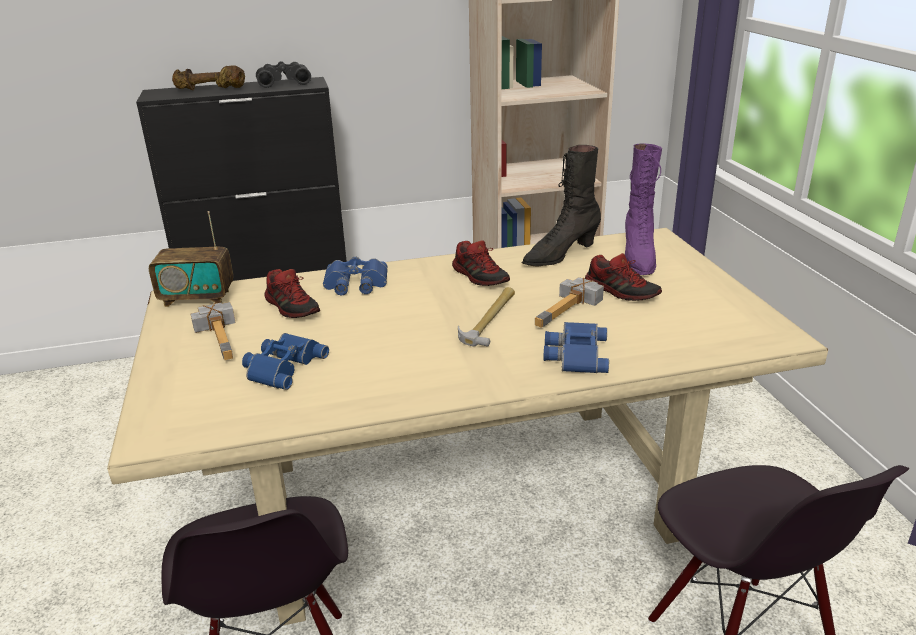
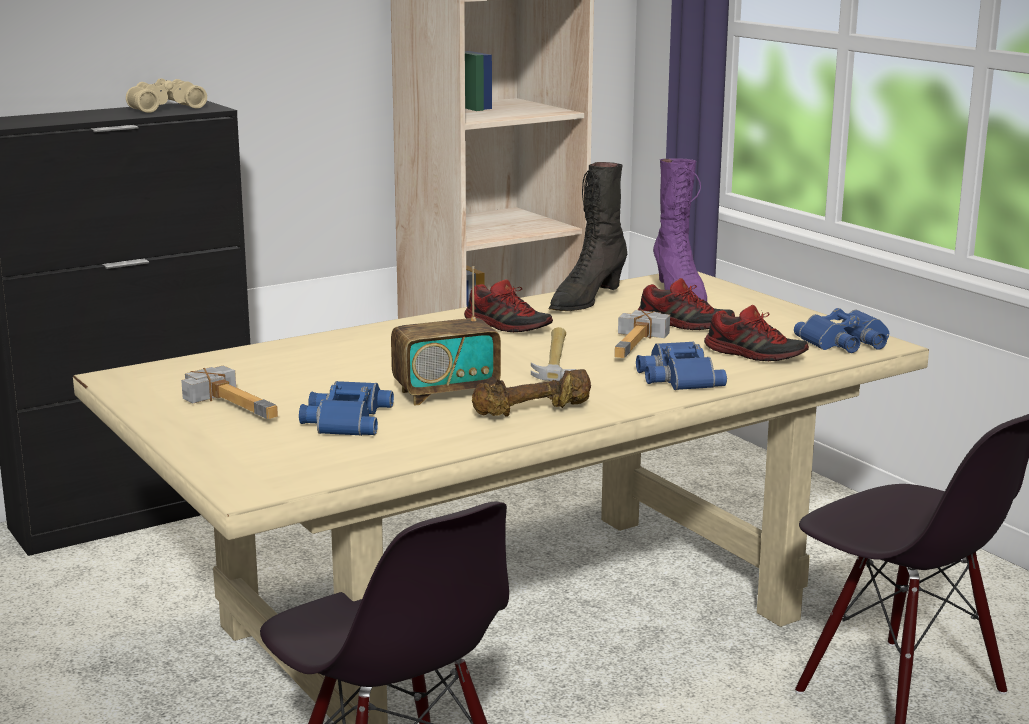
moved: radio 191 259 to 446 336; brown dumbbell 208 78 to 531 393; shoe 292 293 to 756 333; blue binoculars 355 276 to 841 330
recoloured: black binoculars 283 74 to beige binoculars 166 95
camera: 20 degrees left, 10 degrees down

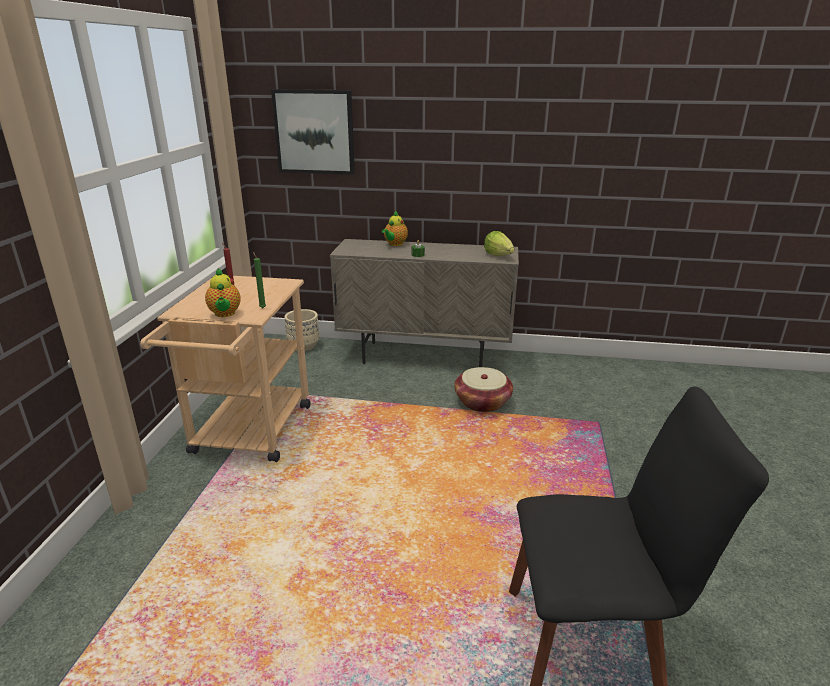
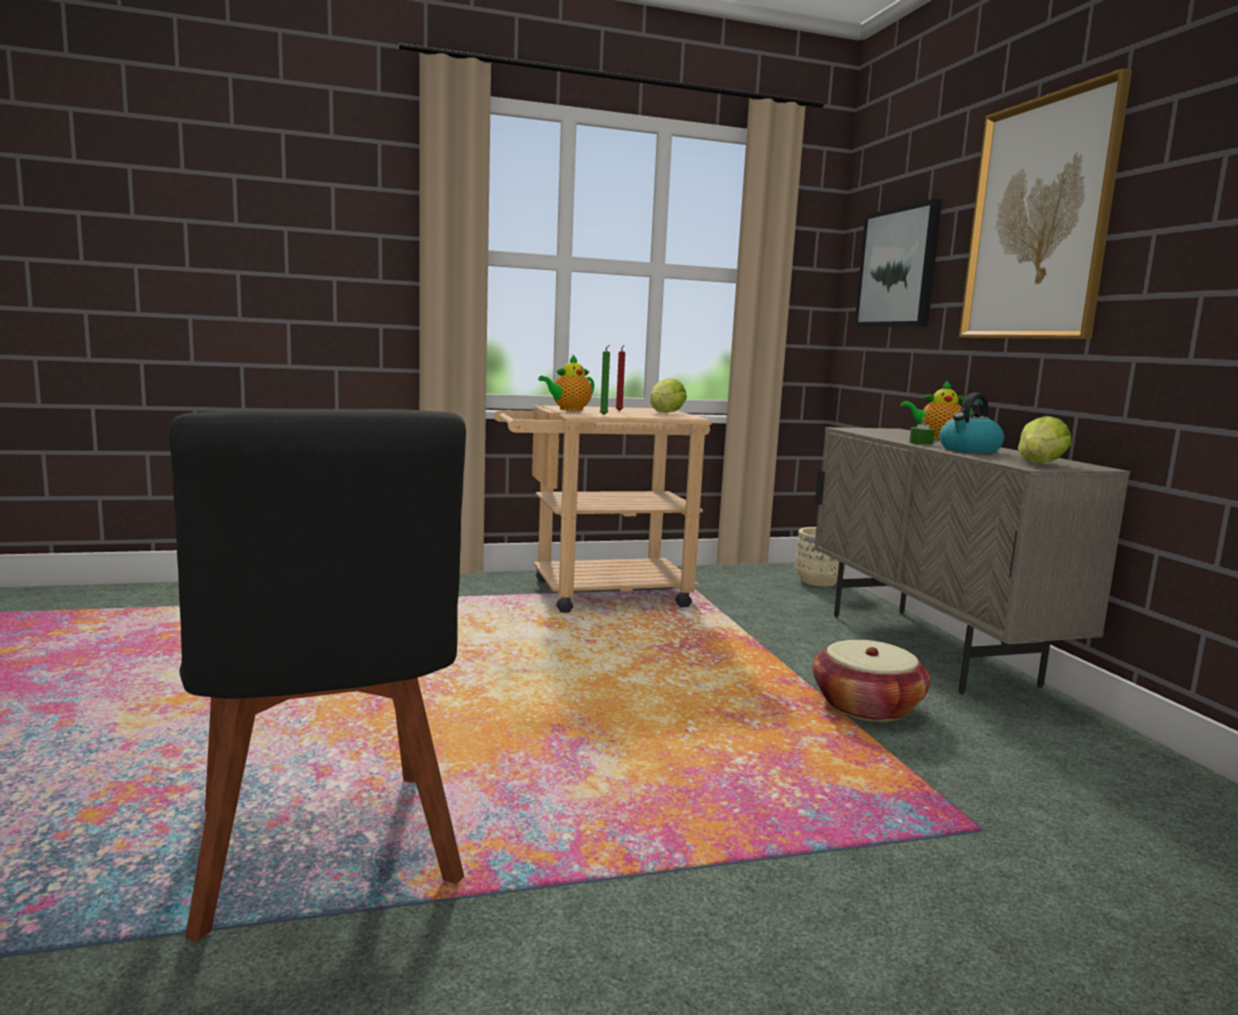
added: lettuce 668 395; kettle 971 423; picture 1045 203
camera: 65 degrees right, 15 degrees down

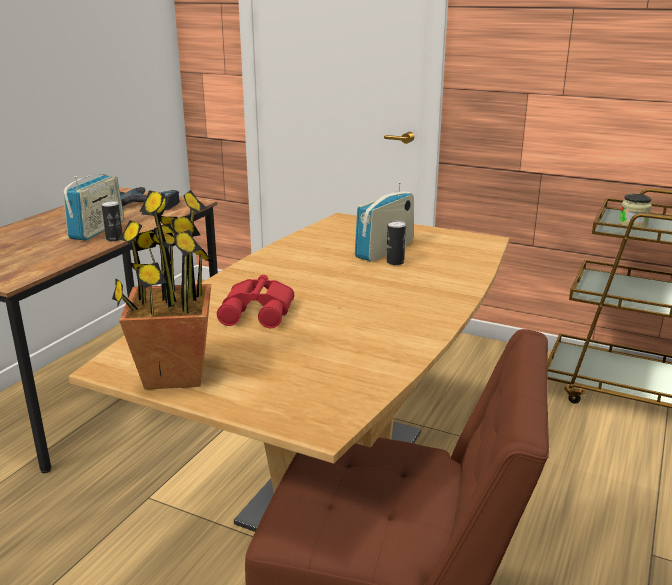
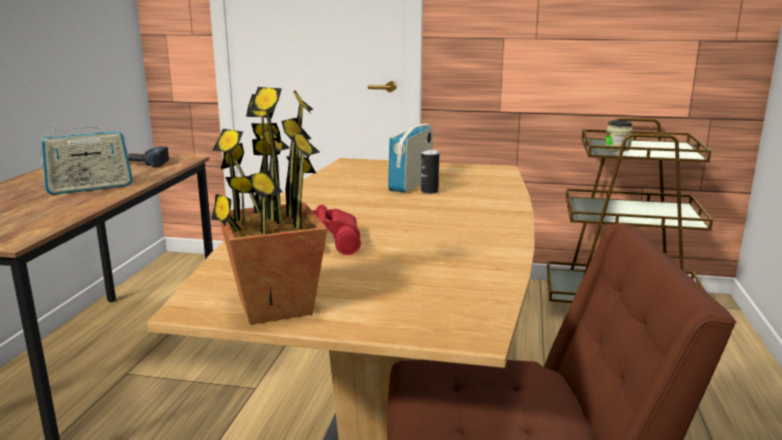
removed: can 111 221
turned: radio 93 207 = 86 159 60 degrees clockwise
camera: 15 degrees left, 5 degrees down

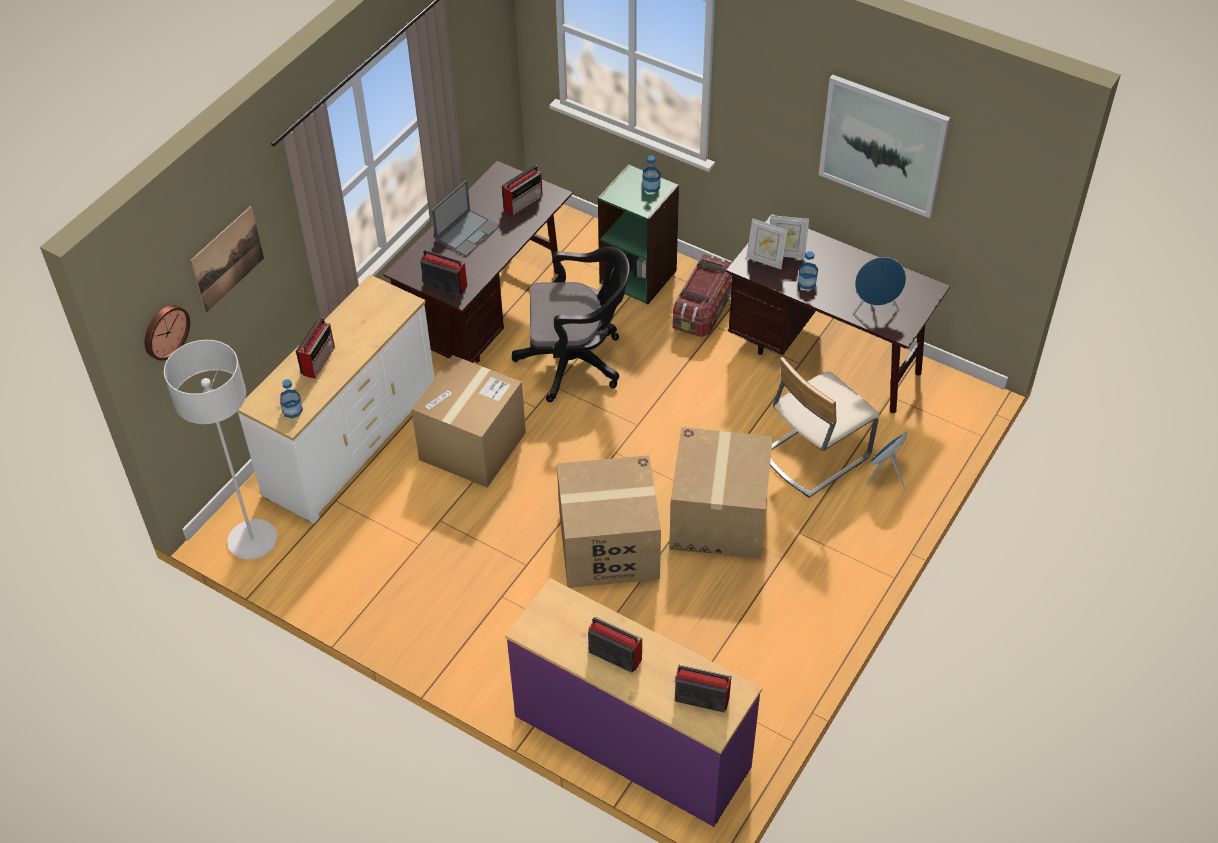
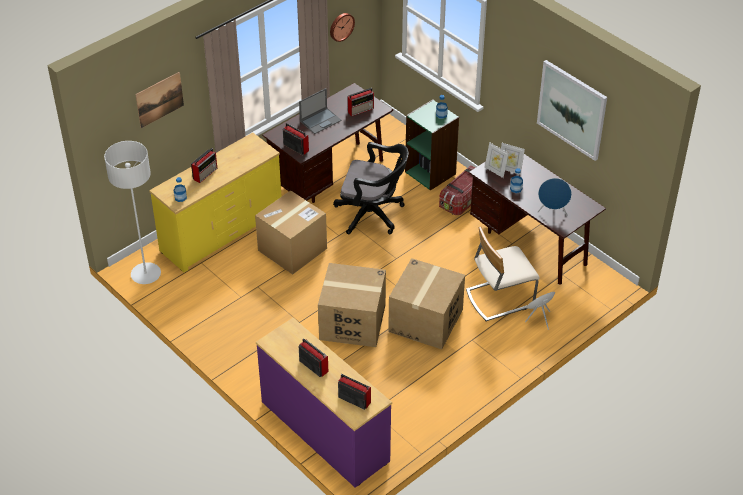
moved: wall clock 167 333 to 342 27
recoloured: white dresser 336 399 to yellow dresser 215 202
camera: 15 degrees right, 5 degrees down

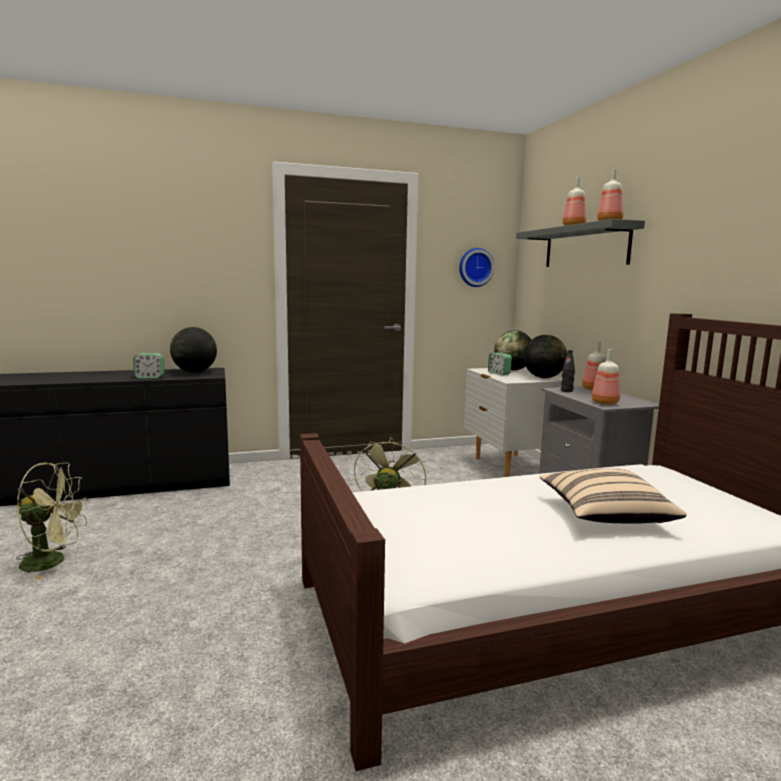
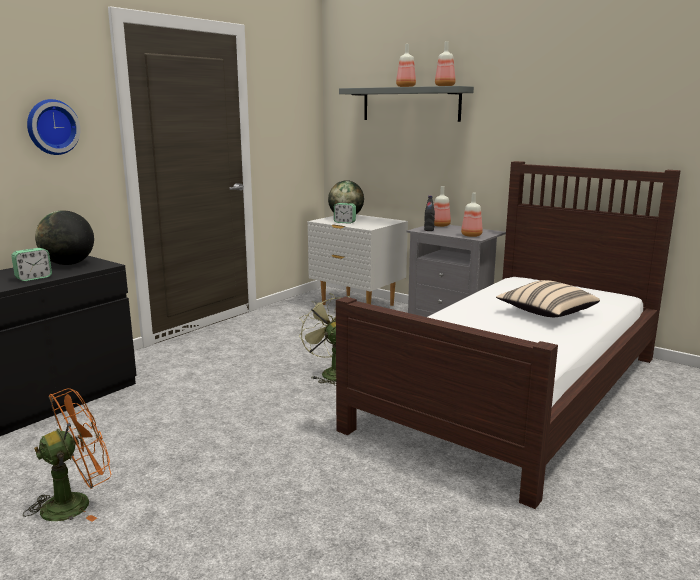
removed: globe 545 356
moved: wall clock 476 267 to 53 127
recoloured: green fan 52 521 to orange fan 67 455
camera: 35 degrees left, 5 degrees up

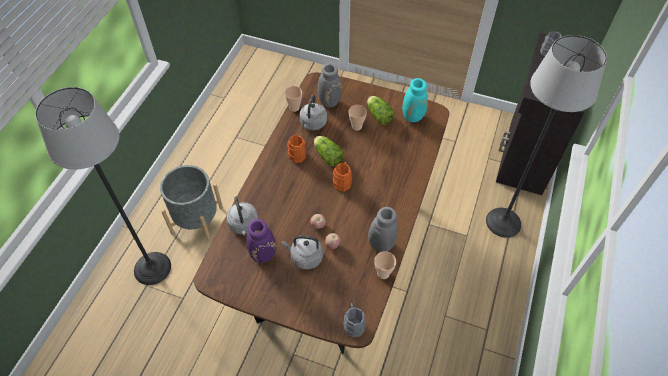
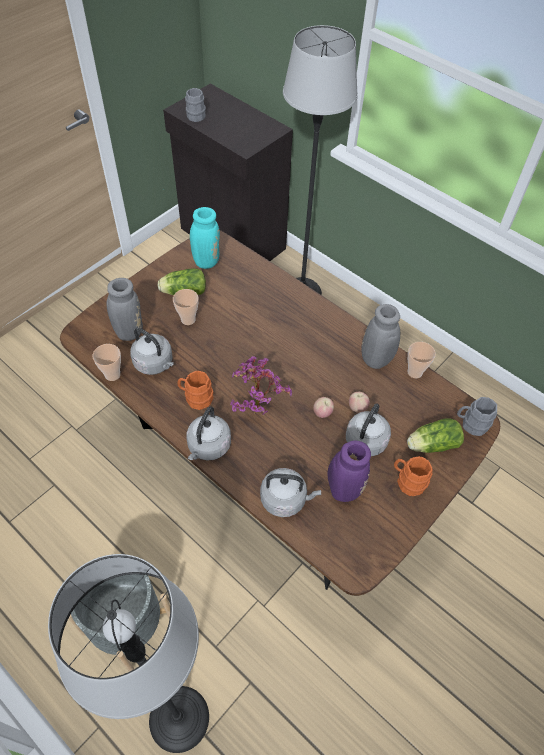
added: grey kettle 208 433; potted plant 261 385
moved: lettuce 329 151 to 435 435; orange mug 342 177 to 413 476
camera: 70 degrees left, 0 degrees up

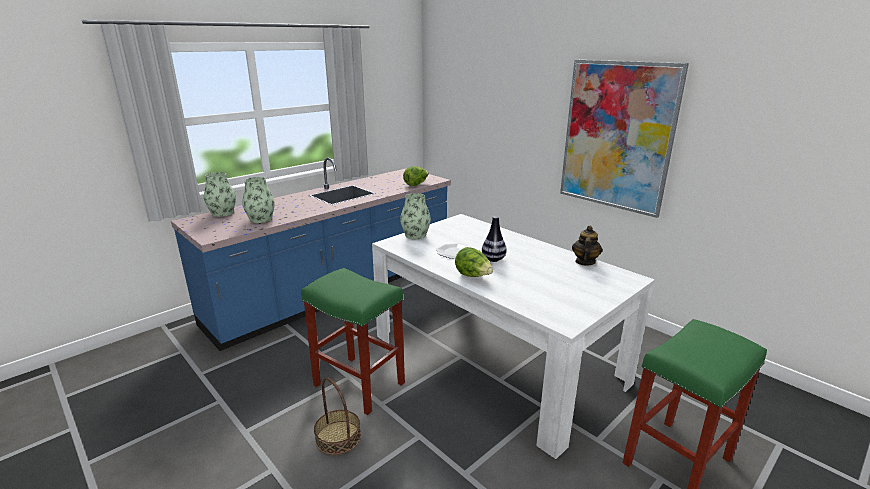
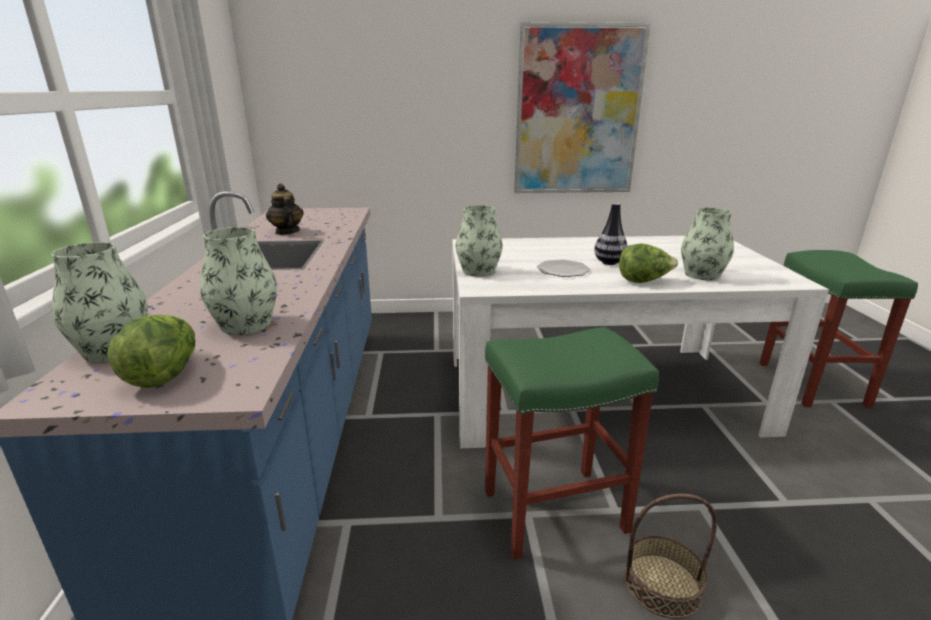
added: vase 707 243
moved: lettuce 416 176 to 151 351; teapot 587 246 to 285 209
camera: 50 degrees left, 0 degrees up

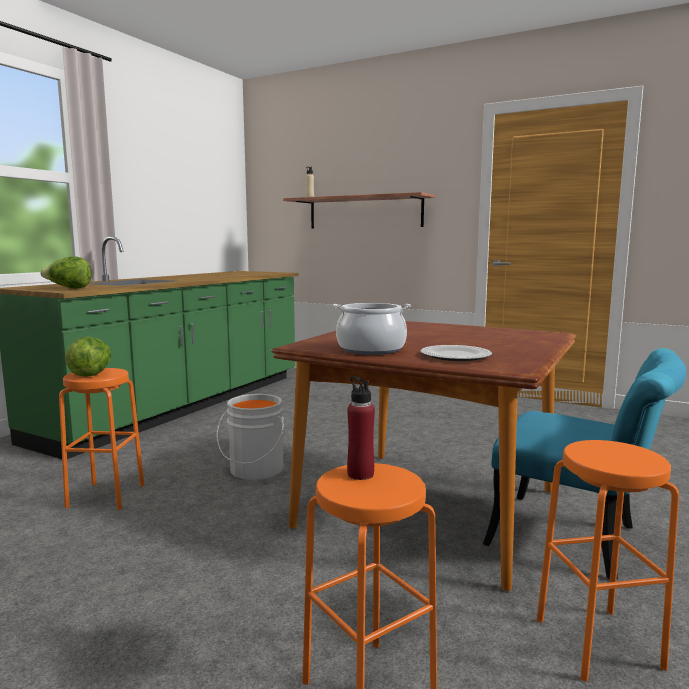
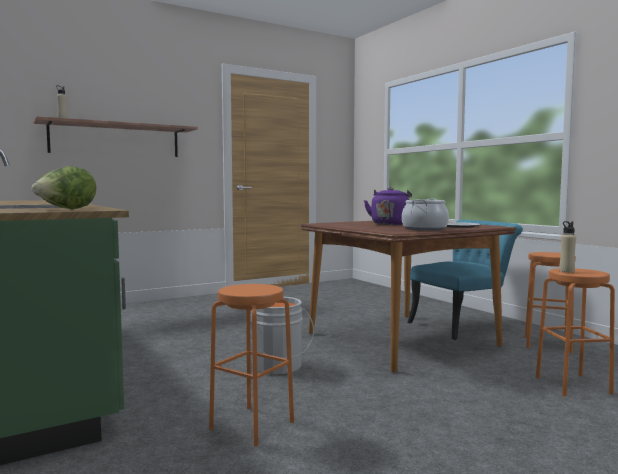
removed: lettuce 88 357
added: purple kettle 388 206
recoloured: red bottle 361 428 to beige bottle 567 247
camera: 60 degrees left, 5 degrees down

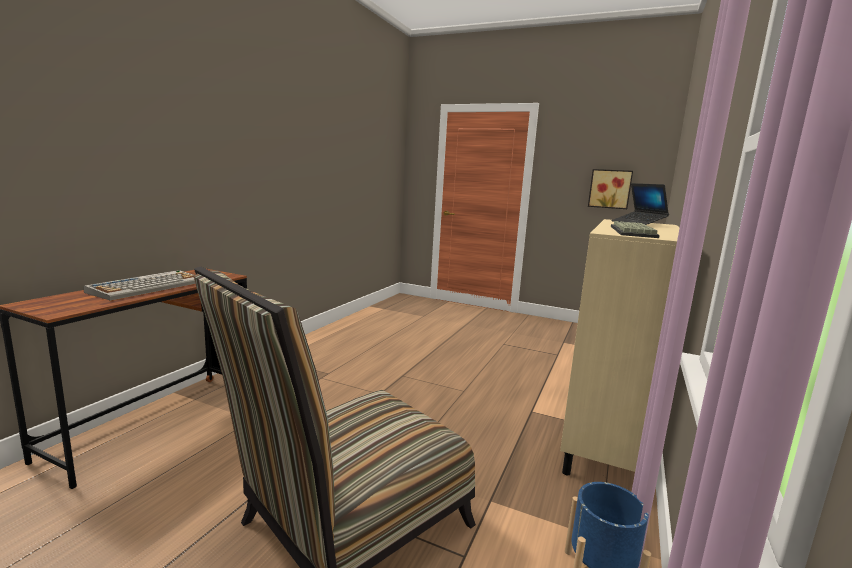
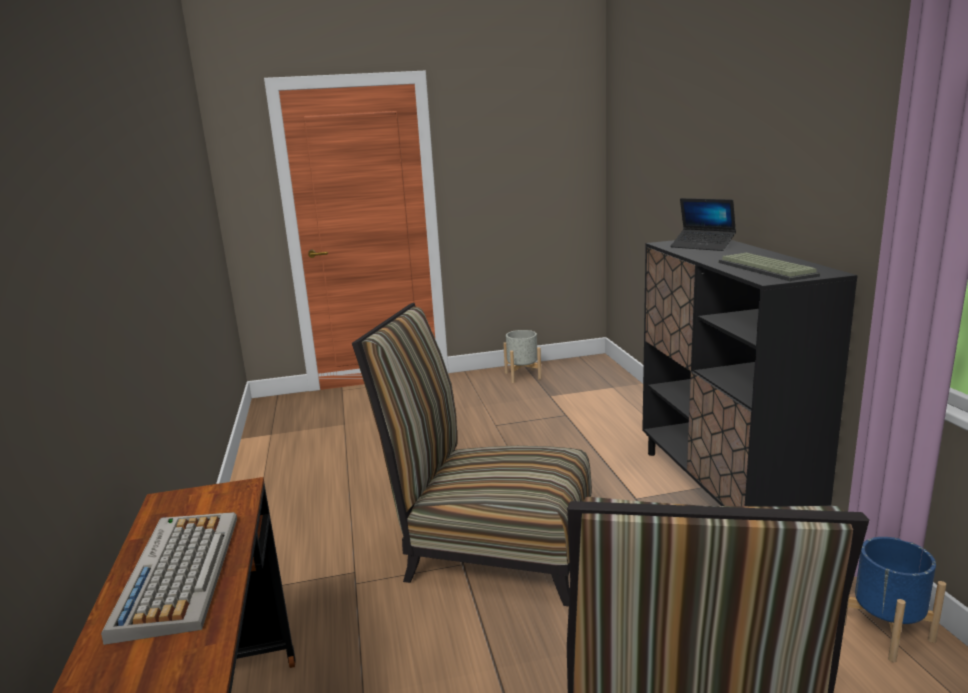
removed: picture 610 189
added: chair 472 455; grey planter 522 356
recoloured: beige cabinet 619 347 to black cabinet 750 373
camera: 35 degrees left, 5 degrees up

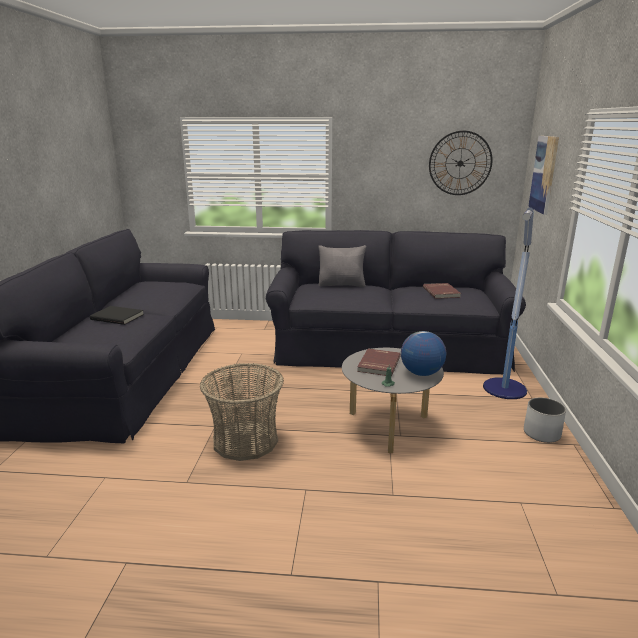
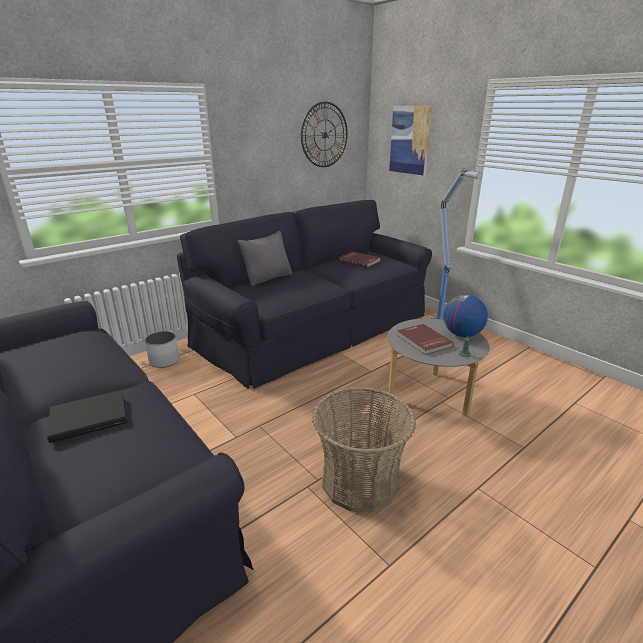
moved: white planter 545 420 to 162 349
camera: 45 degrees left, 5 degrees up

